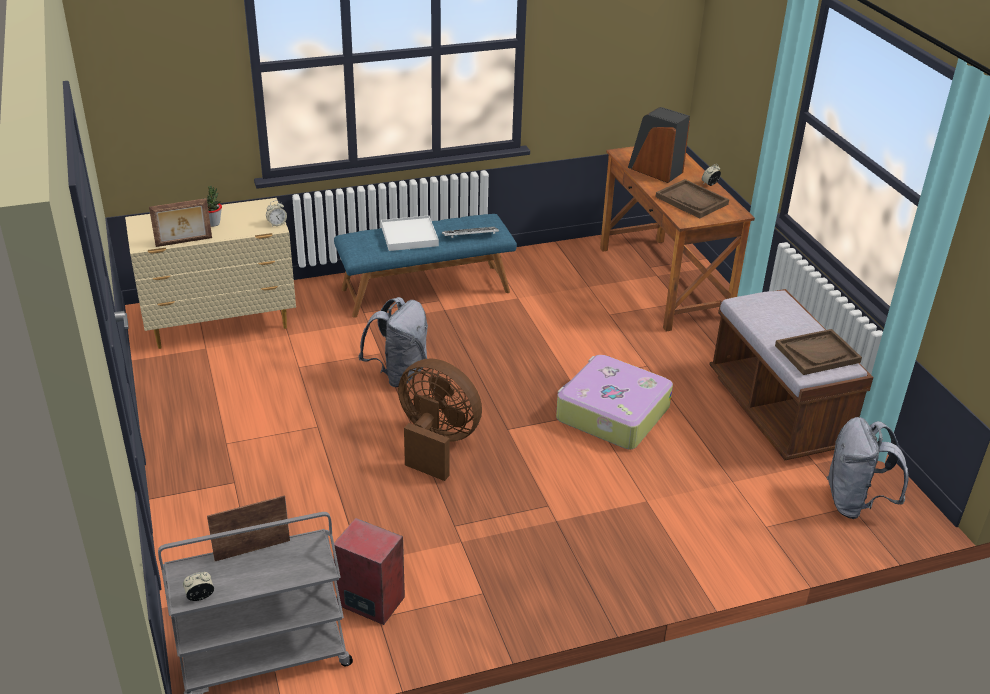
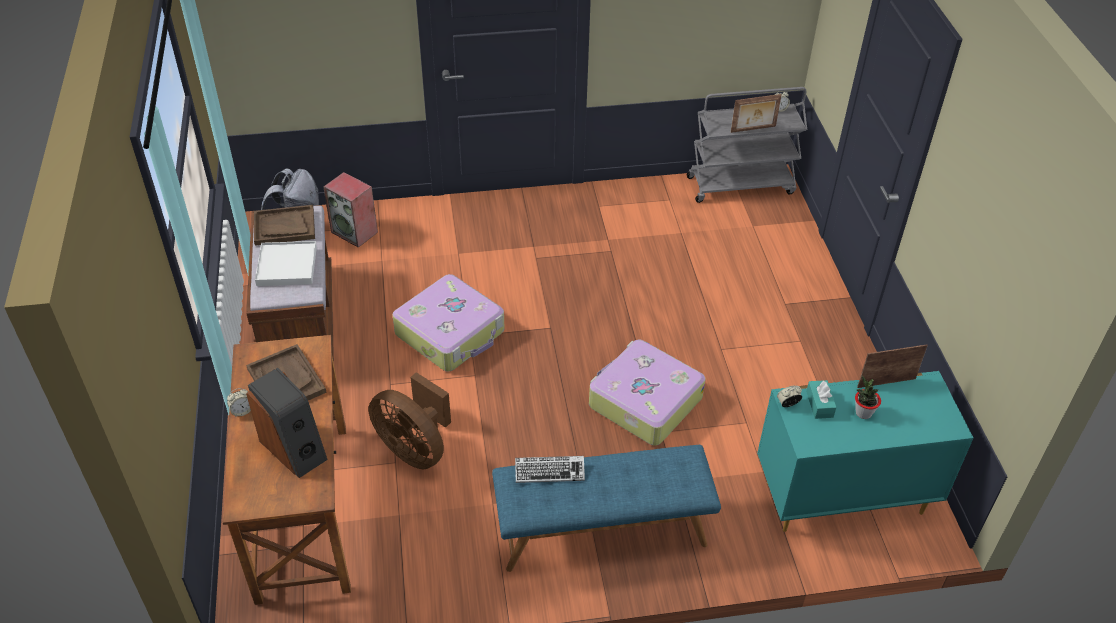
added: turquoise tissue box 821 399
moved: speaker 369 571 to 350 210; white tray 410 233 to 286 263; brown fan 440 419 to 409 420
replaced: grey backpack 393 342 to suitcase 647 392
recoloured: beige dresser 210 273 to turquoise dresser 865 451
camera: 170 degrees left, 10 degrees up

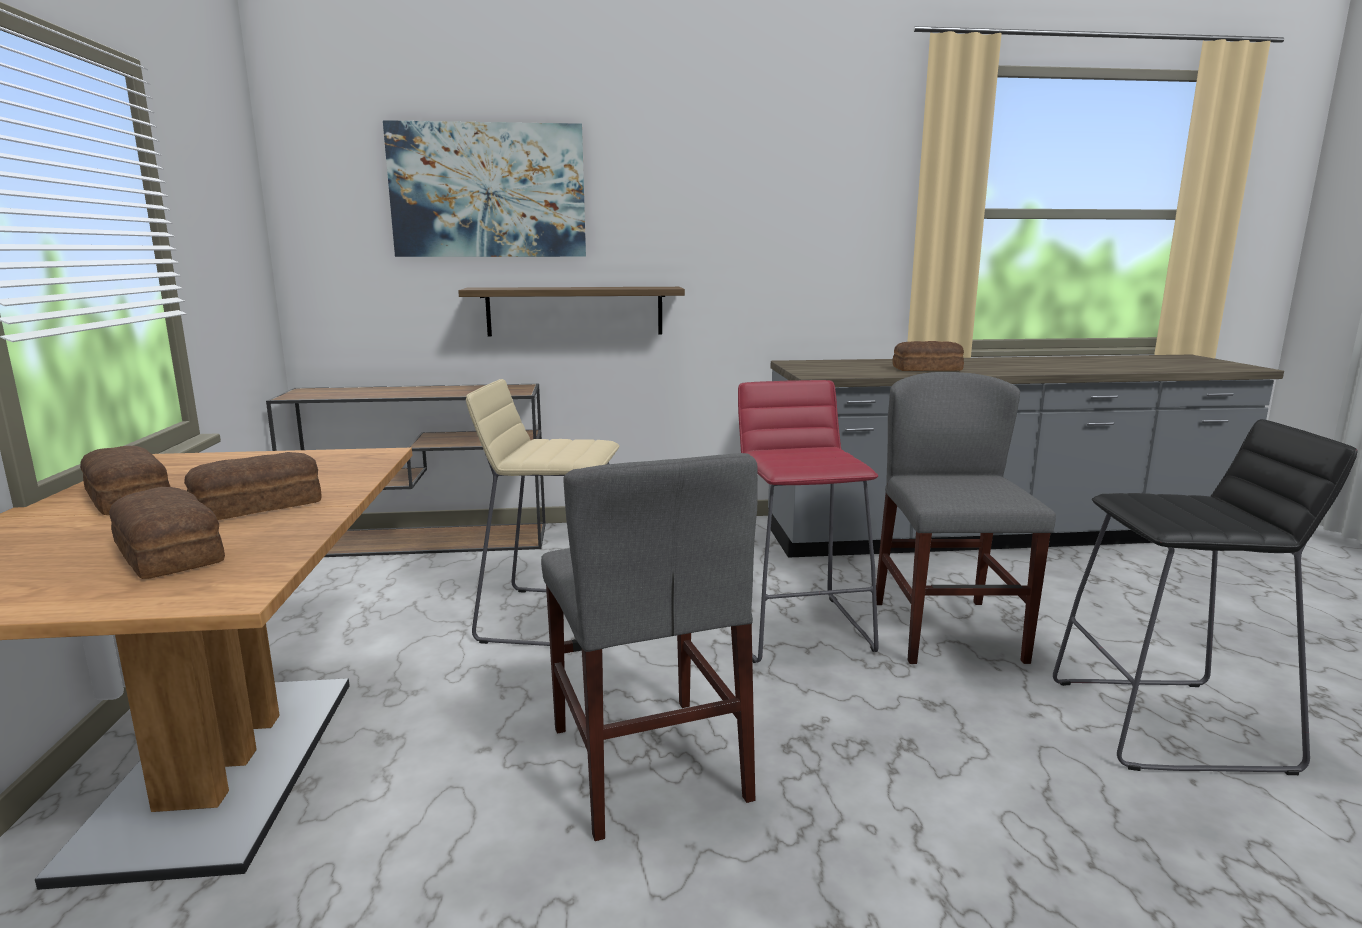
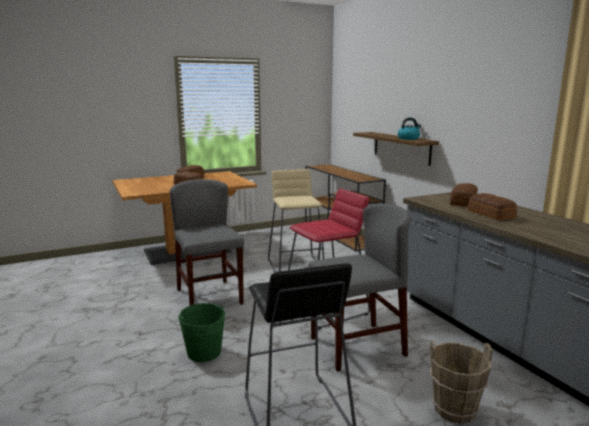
removed: picture 484 188
added: green bucket 201 332; kettle 409 129; brown bucket 461 382
moved: bread 167 533 to 464 195
turned: grey chair 649 647 = 207 243 105 degrees clockwise
camera: 70 degrees right, 0 degrees up

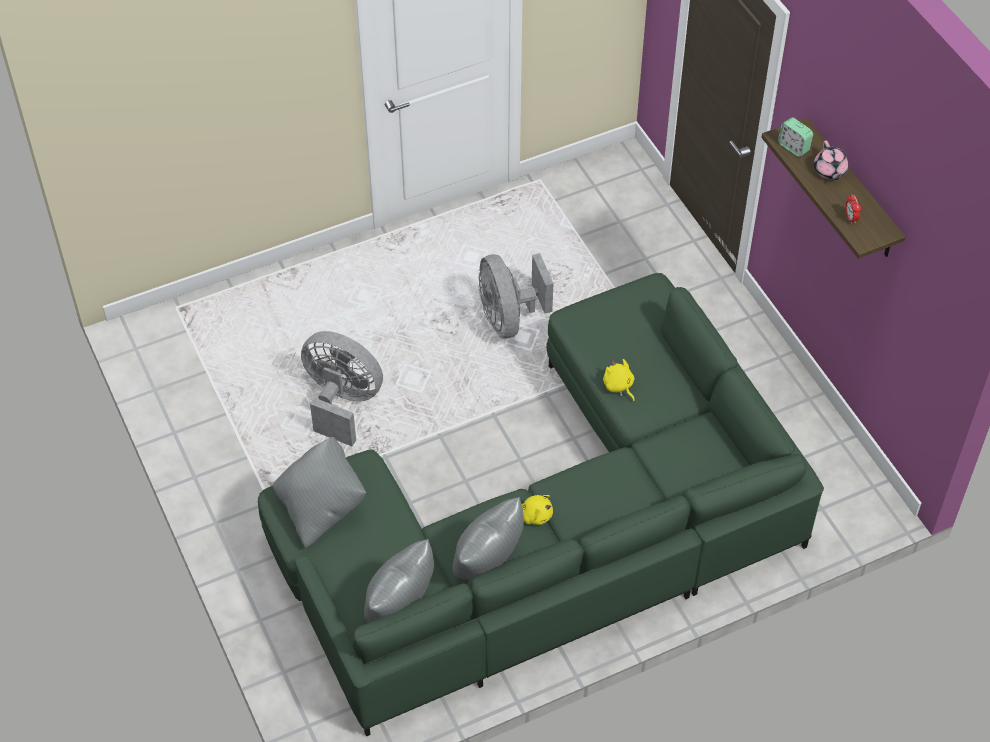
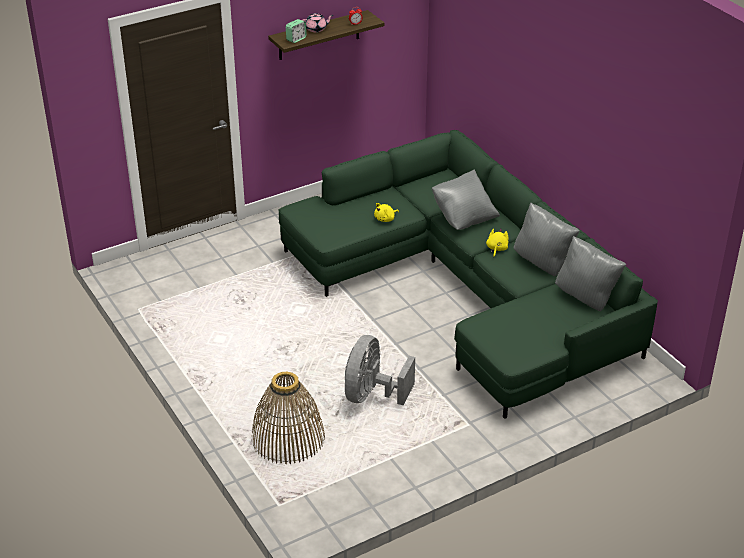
removed: grey fan 516 296
added: basket 288 418
moved: grey pillow 319 492 to 466 199
camera: 95 degrees left, 15 degrees down

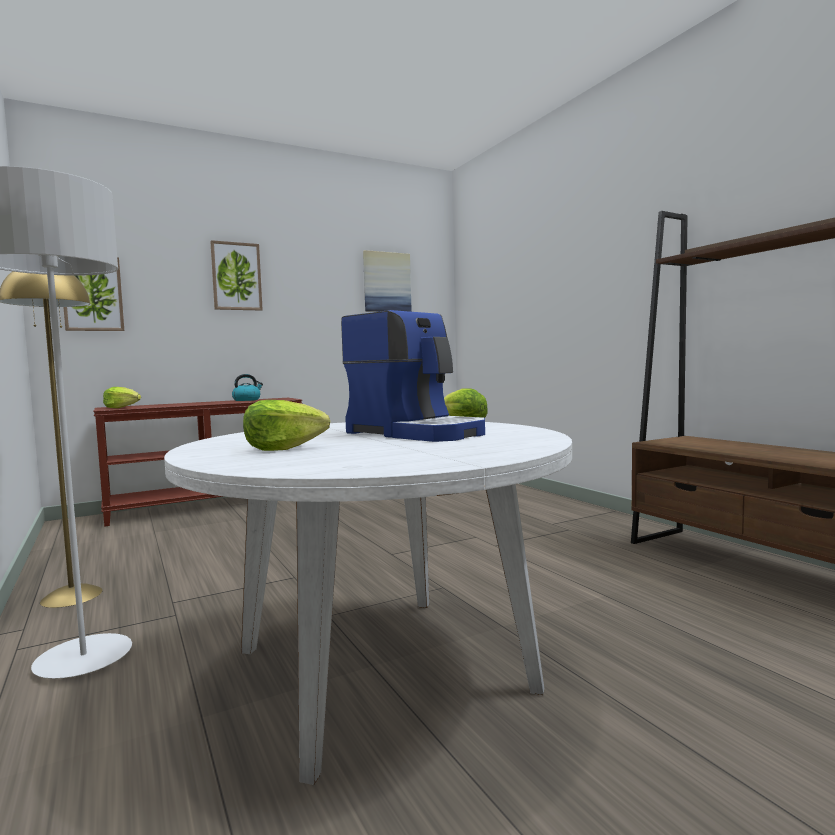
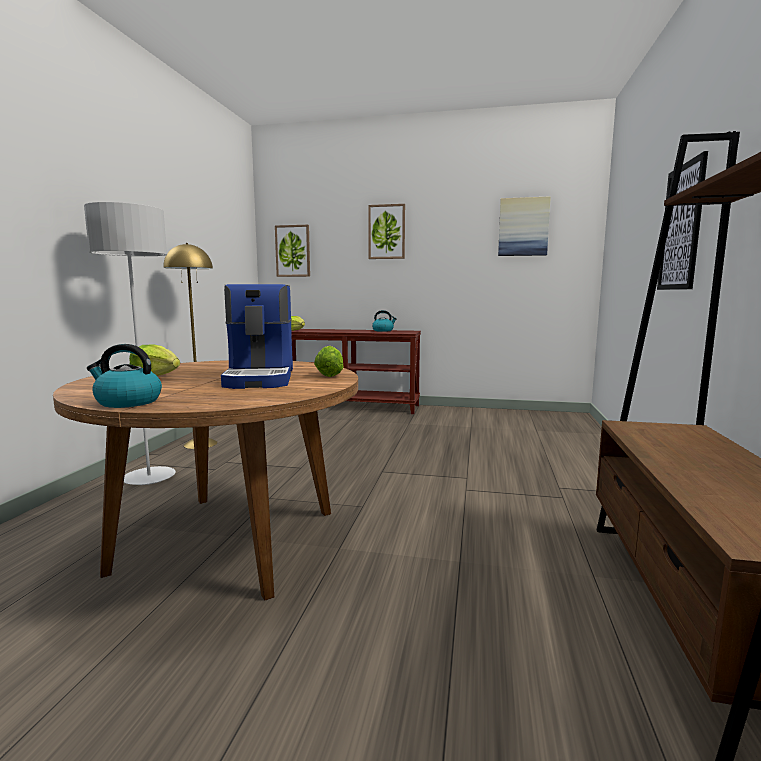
added: kettle 124 376; picture 682 220
recoloured: white dining table 368 603 to brown dining table 205 480
camera: 40 degrees right, 5 degrees up

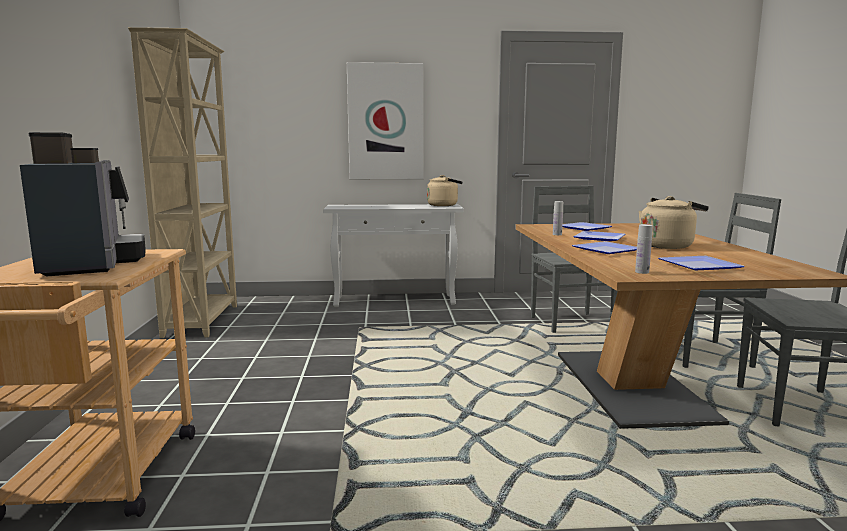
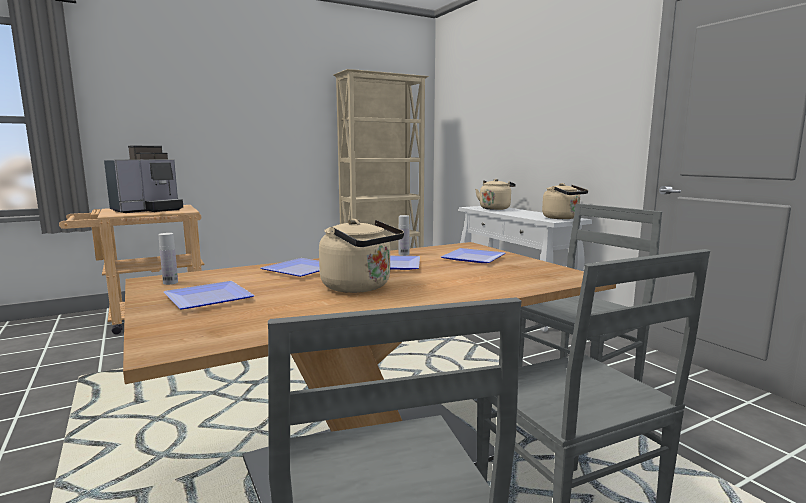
removed: picture 385 120
added: beige kettle 495 194
camera: 65 degrees right, 0 degrees up

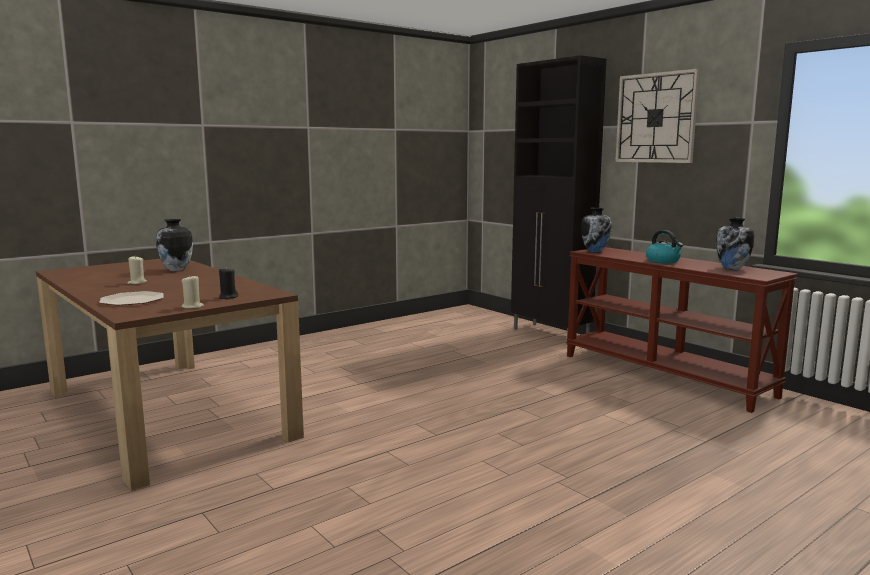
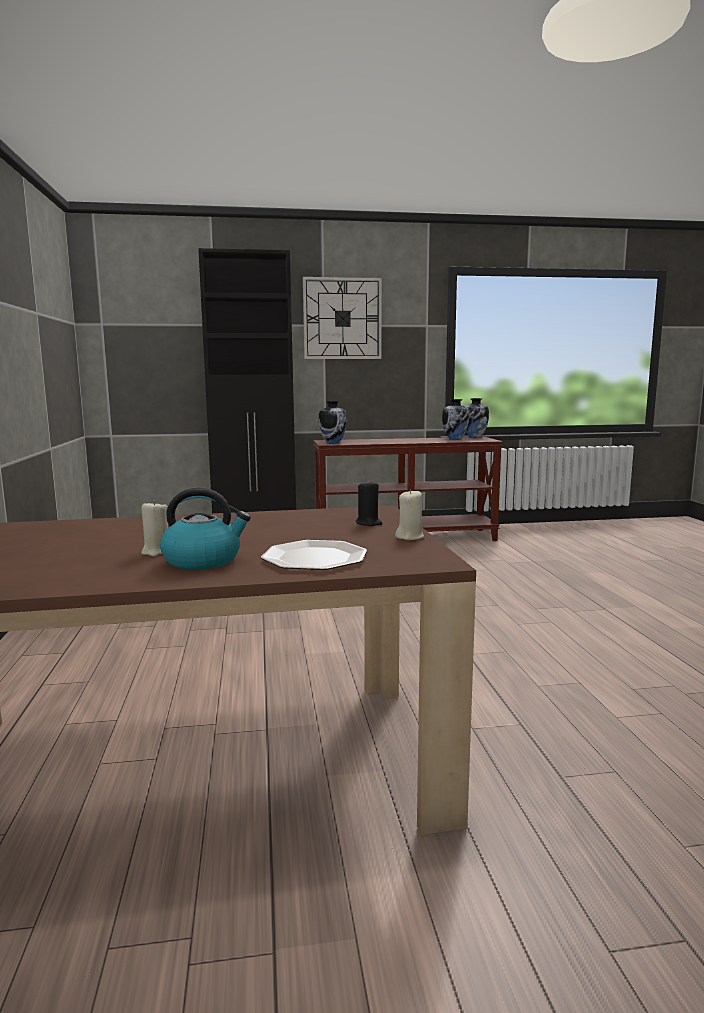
moved: vase 174 245 to 477 418; kettle 664 247 to 205 528
camera: 60 degrees left, 0 degrees up

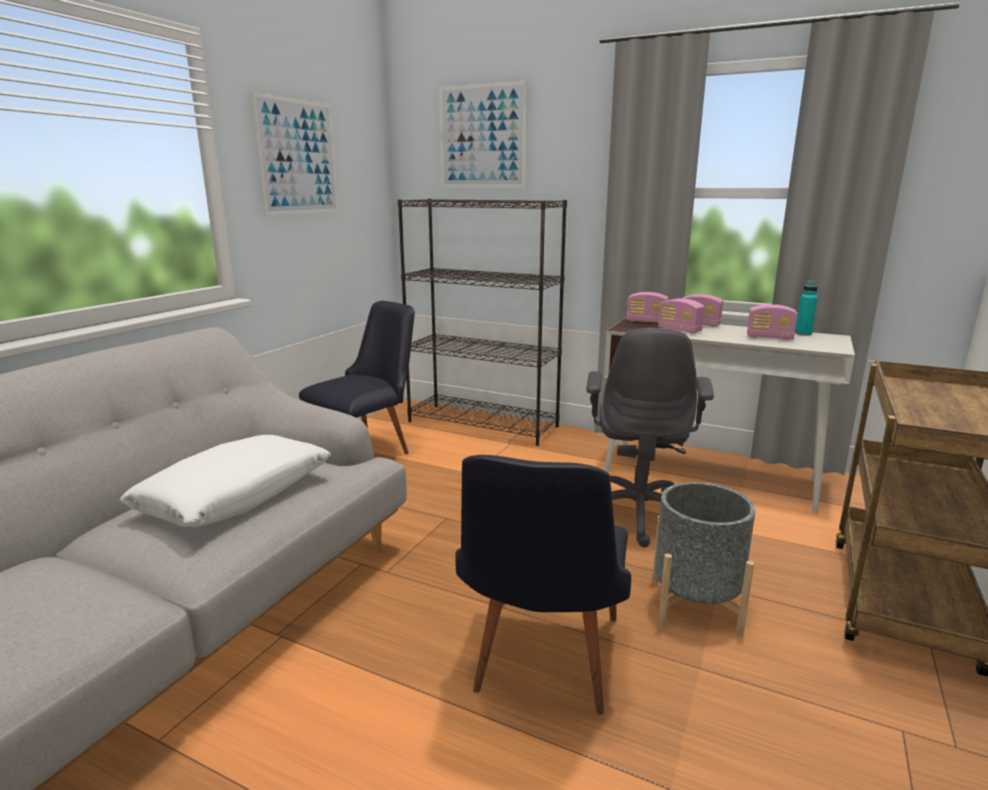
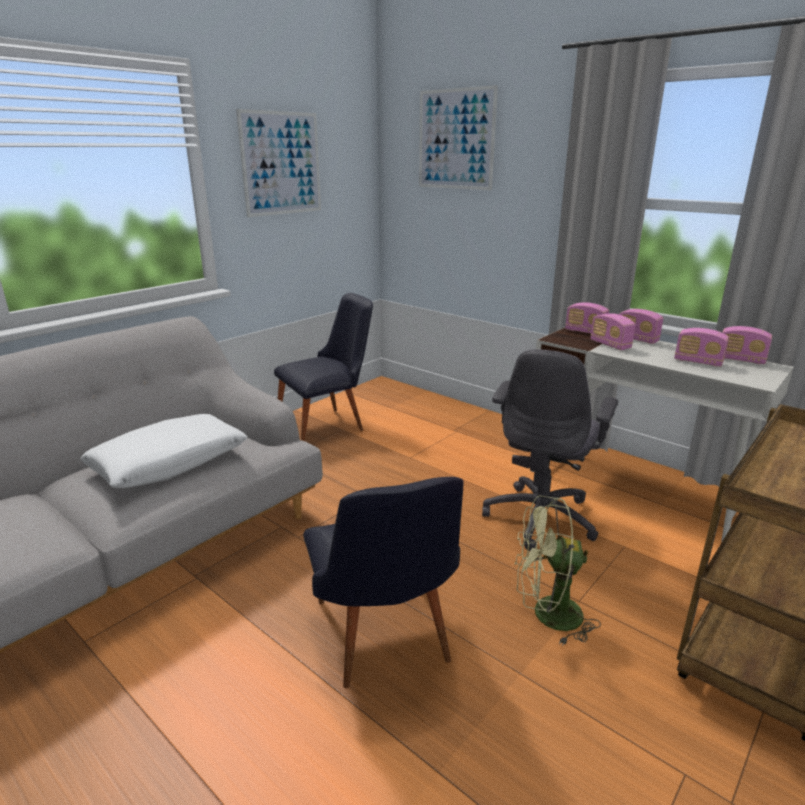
removed: black bookcase 482 322
replaced: grey planter 704 559 to green fan 558 570; turquoise bottle 806 308 to radio 747 345
turned: black chair 543 585 = 383 582 45 degrees counterclockwise
camera: 15 degrees right, 5 degrees up

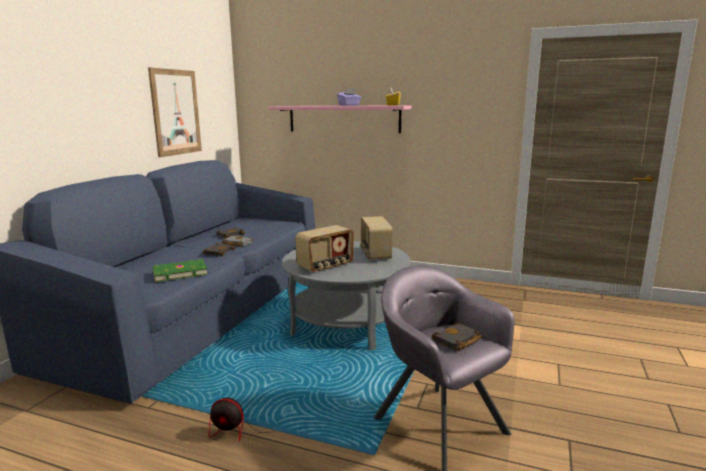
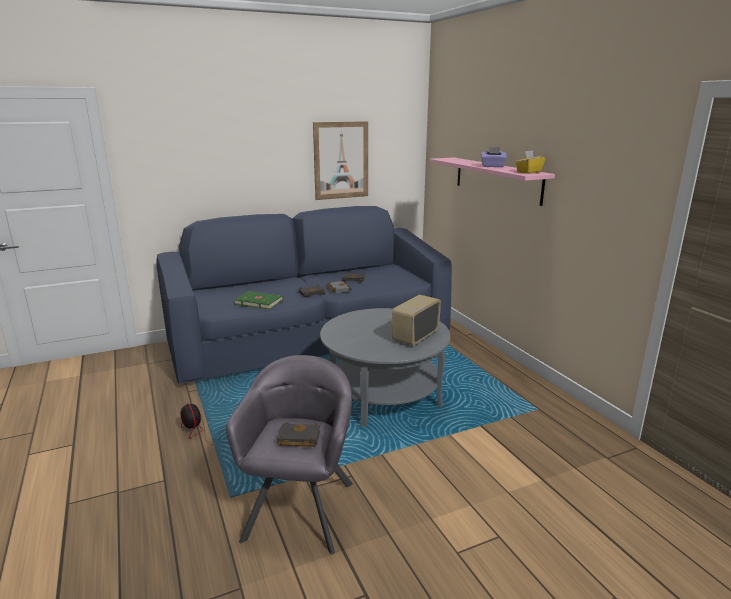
removed: radio 324 249
camera: 45 degrees right, 5 degrees up

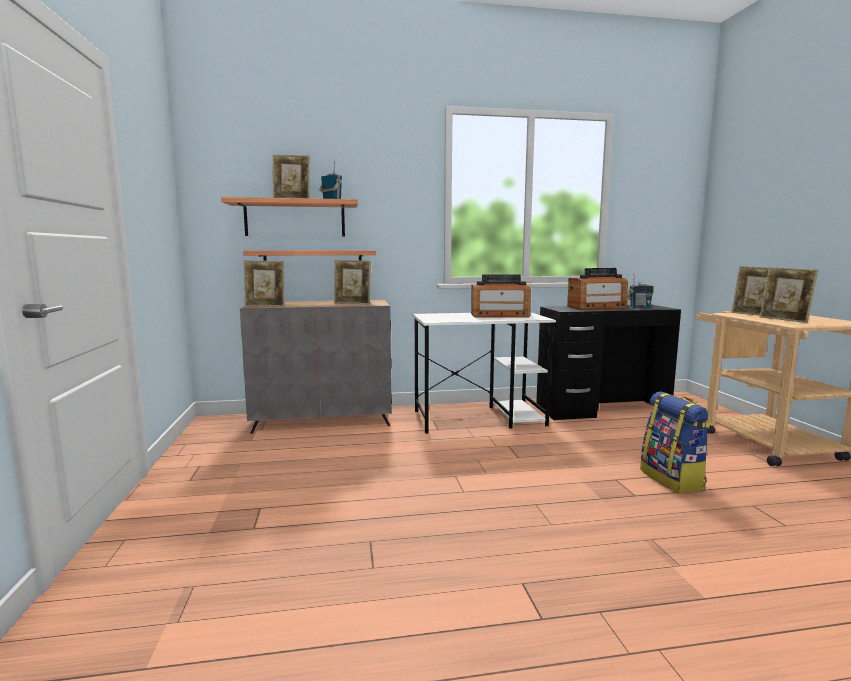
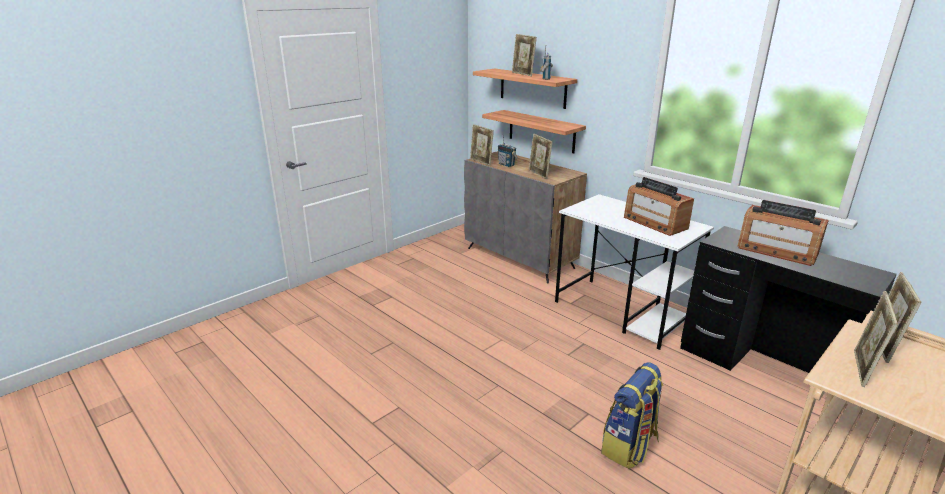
moved: radio 641 291 to 508 151
camera: 55 degrees right, 15 degrees up

